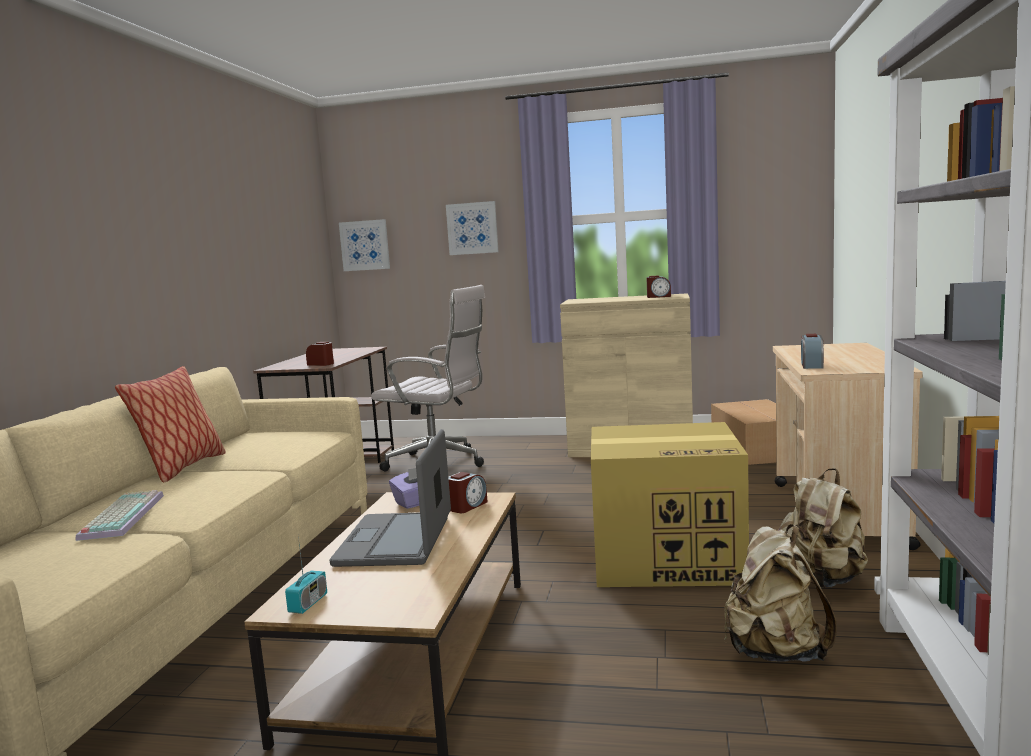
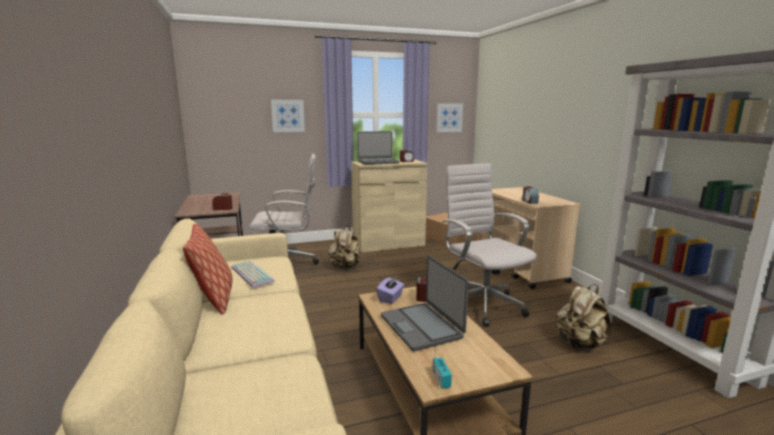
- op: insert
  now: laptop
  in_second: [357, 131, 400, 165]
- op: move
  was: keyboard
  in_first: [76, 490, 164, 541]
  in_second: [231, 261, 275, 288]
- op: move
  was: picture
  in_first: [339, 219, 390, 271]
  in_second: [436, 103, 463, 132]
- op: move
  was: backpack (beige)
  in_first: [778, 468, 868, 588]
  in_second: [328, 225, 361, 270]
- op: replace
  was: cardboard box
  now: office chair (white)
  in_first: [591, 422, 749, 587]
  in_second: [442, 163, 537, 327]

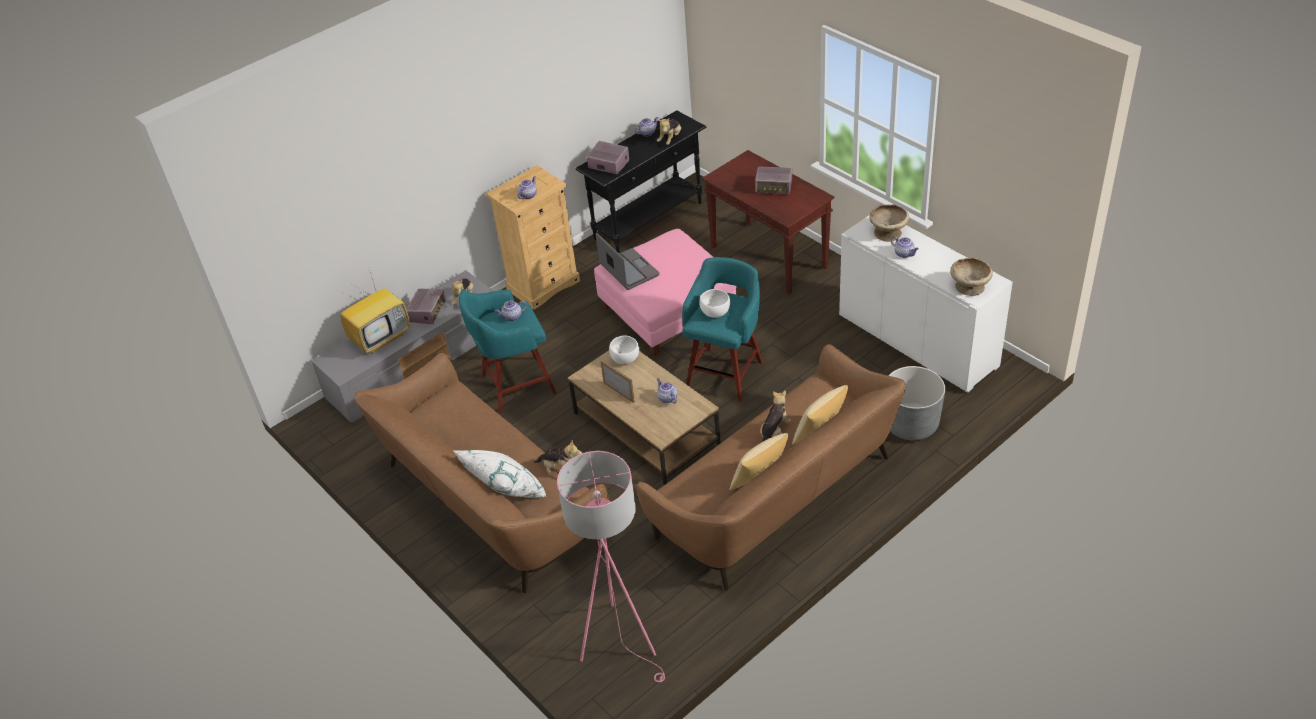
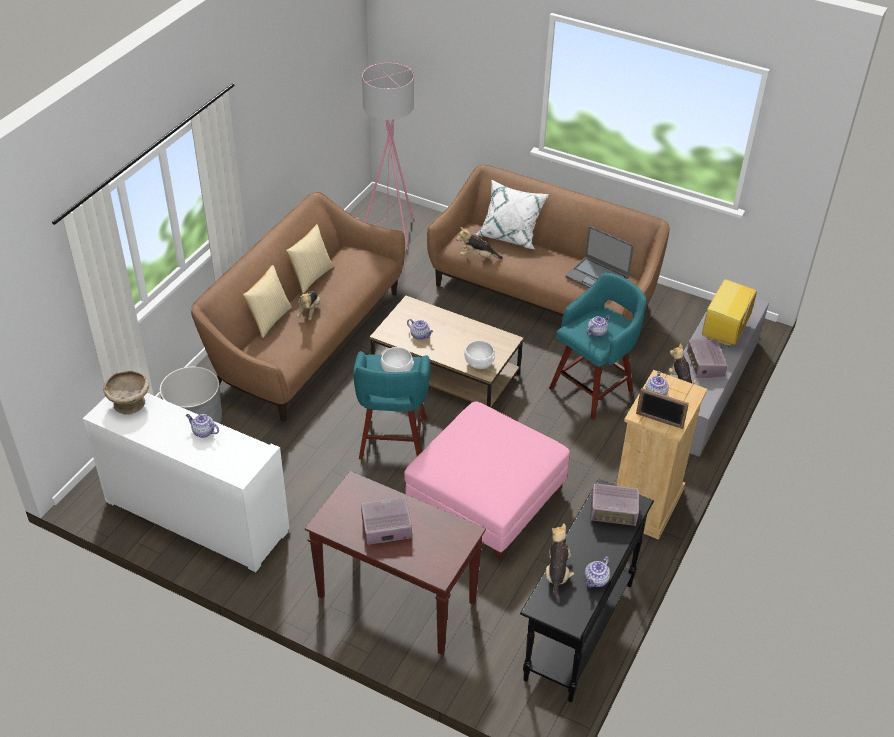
- op: delete
  was: bowl (beige)
  in_first: [869, 204, 909, 242]
- op: move
  was: laptop
  in_first: [595, 233, 660, 290]
  in_second: [565, 226, 634, 288]
- op: move
  was: picture frame
  in_first: [601, 361, 635, 403]
  in_second: [636, 388, 689, 429]

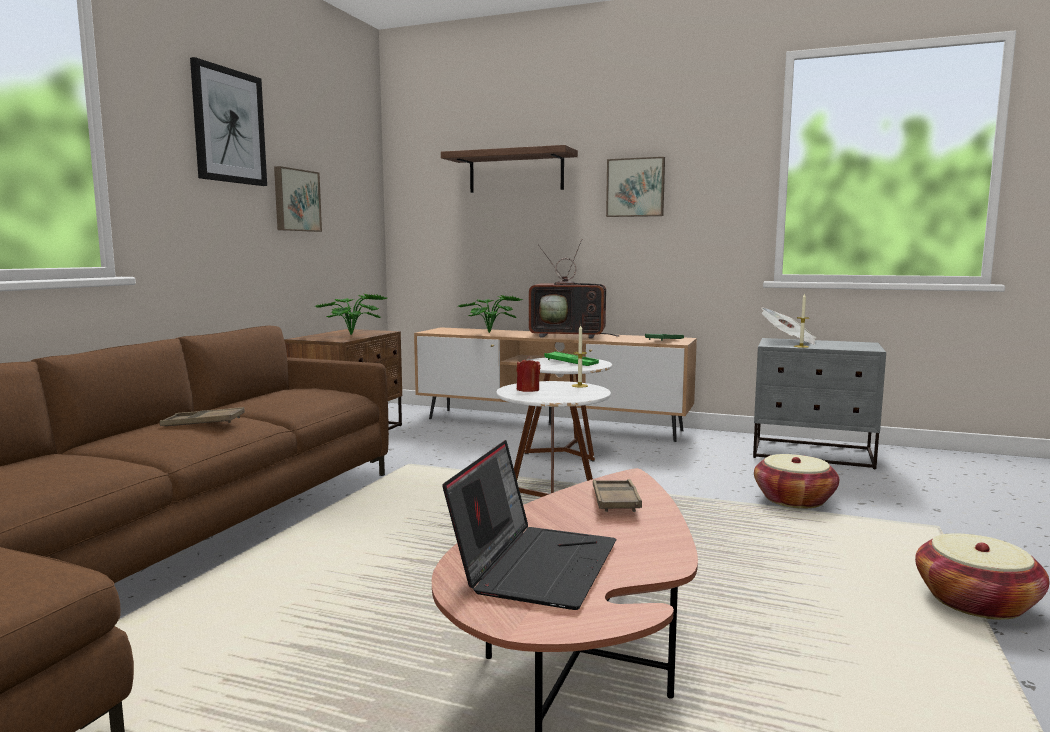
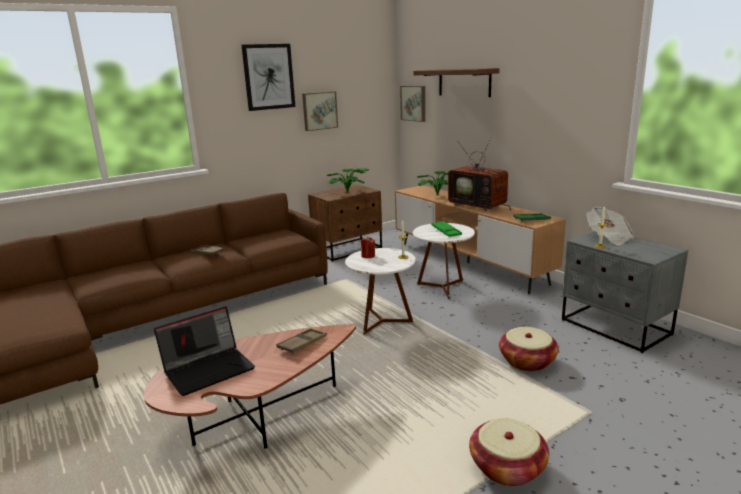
- op: move
  was: picture
  in_first: [606, 157, 665, 217]
  in_second: [400, 86, 425, 122]

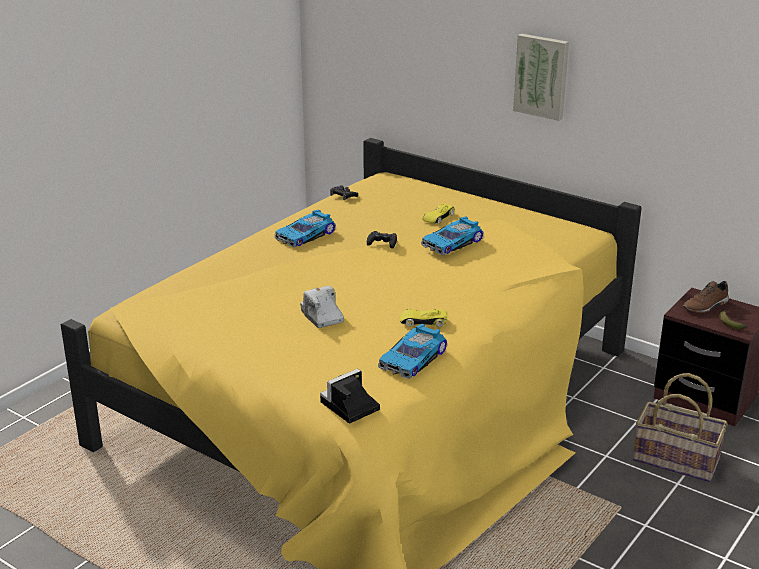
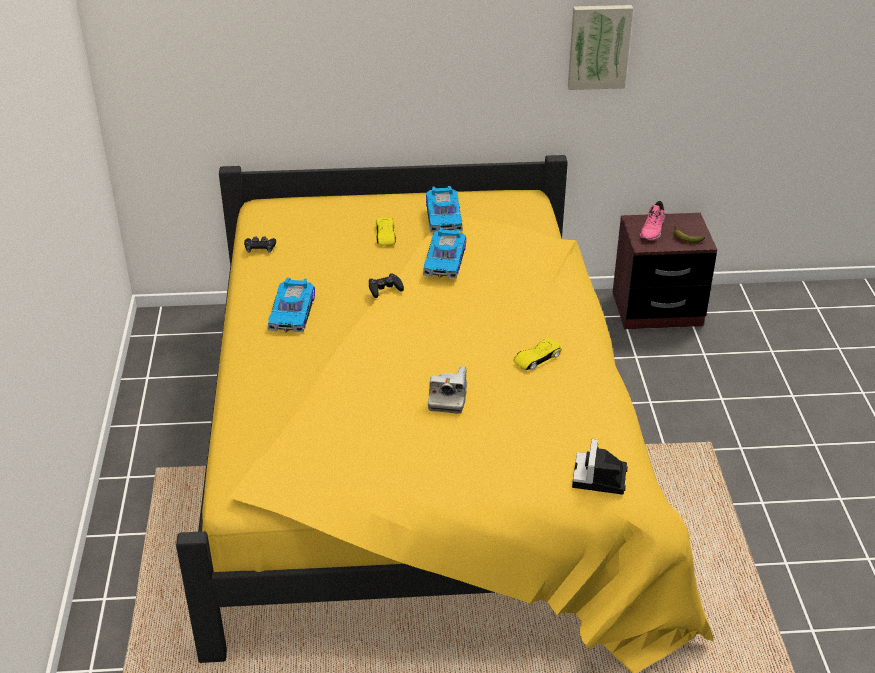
- op: delete
  was: basket
  in_first: [633, 373, 727, 482]
- op: move
  was: toy car
  in_first: [378, 324, 447, 379]
  in_second: [426, 186, 463, 232]
- op: move
  was: picture
  in_first: [513, 34, 569, 121]
  in_second: [568, 5, 633, 90]
- op: recolor
  was: shoe (brown)
  now: shoe (pink)
  in_first: [683, 281, 729, 313]
  in_second: [640, 201, 665, 241]
- op: rotate
  was: photo camera
  in_first: [300, 286, 344, 328]
  in_second: [428, 366, 467, 414]
  clockwise: -105

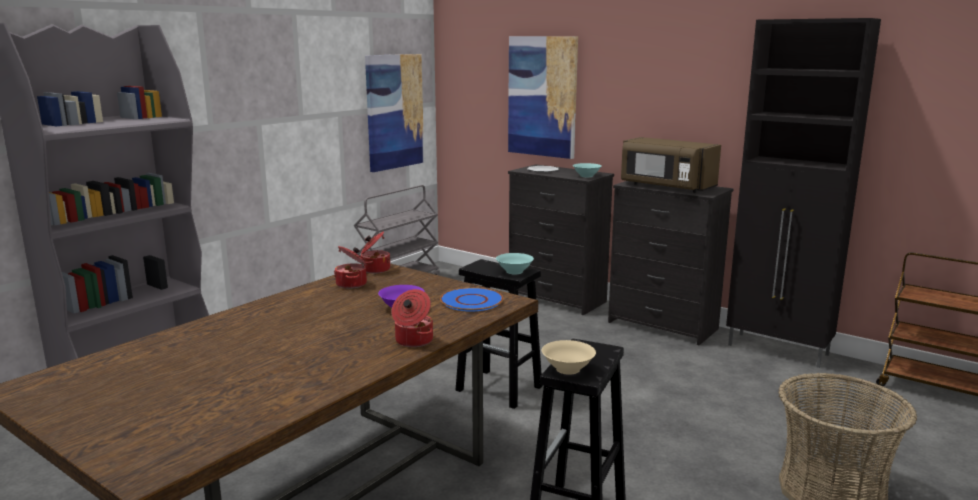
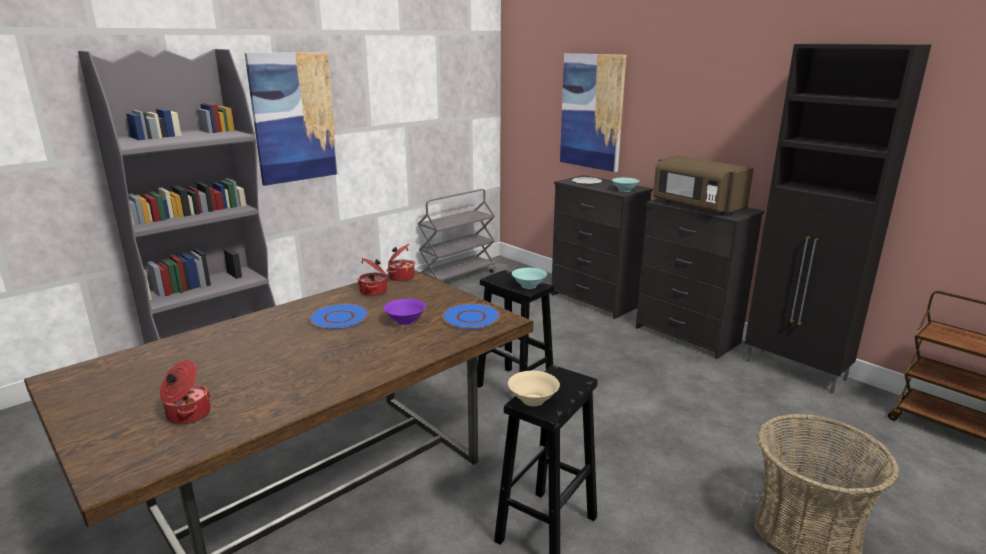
- op: insert
  now: plate (blue)
  in_second: [309, 304, 369, 330]
- op: move
  was: picture
  in_first: [365, 54, 424, 172]
  in_second: [245, 52, 339, 186]
- op: move
  was: cooking pot
  in_first: [391, 289, 433, 347]
  in_second: [160, 360, 211, 425]

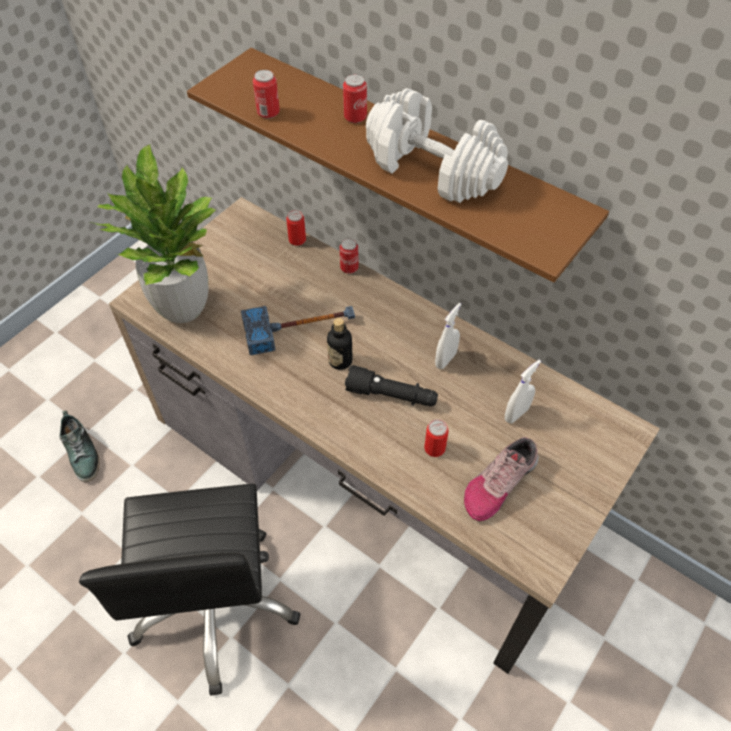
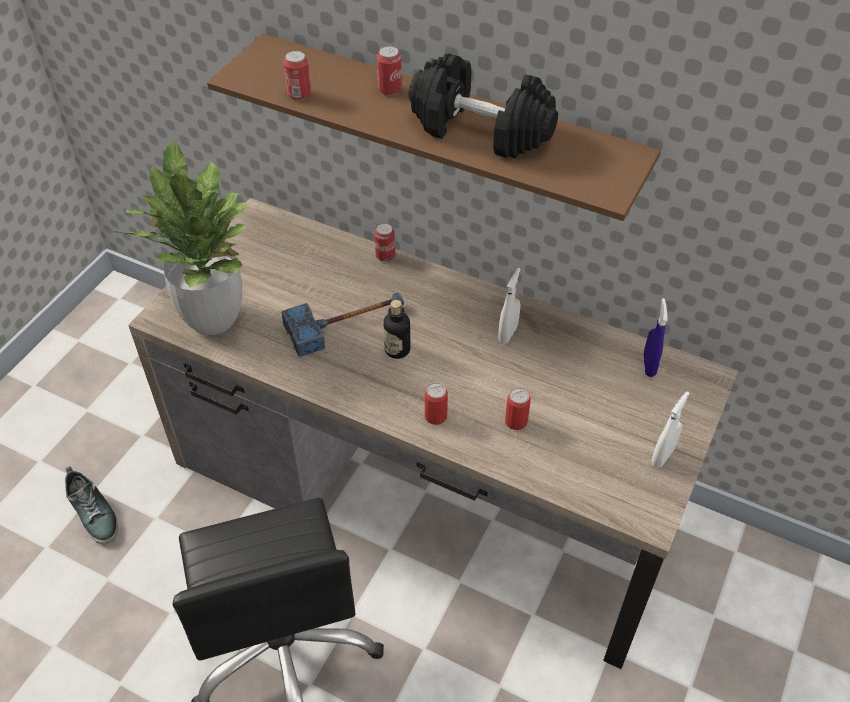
- op: delete
  was: flashlight (black)
  in_first: [345, 365, 438, 407]
- op: delete
  was: shoe
  in_first: [464, 437, 539, 521]
- op: insert
  now: spray bottle (blue)
  in_second: [644, 298, 668, 377]
- op: move
  was: can
  in_first: [287, 210, 306, 245]
  in_second: [425, 382, 448, 425]
- op: move
  was: spray bottle (white)
  in_first: [505, 360, 541, 424]
  in_second: [651, 391, 690, 468]
- op: recolor
  was: dumbbell (white)
  now: dumbbell (black)
  in_first: [366, 88, 508, 203]
  in_second: [409, 53, 558, 159]

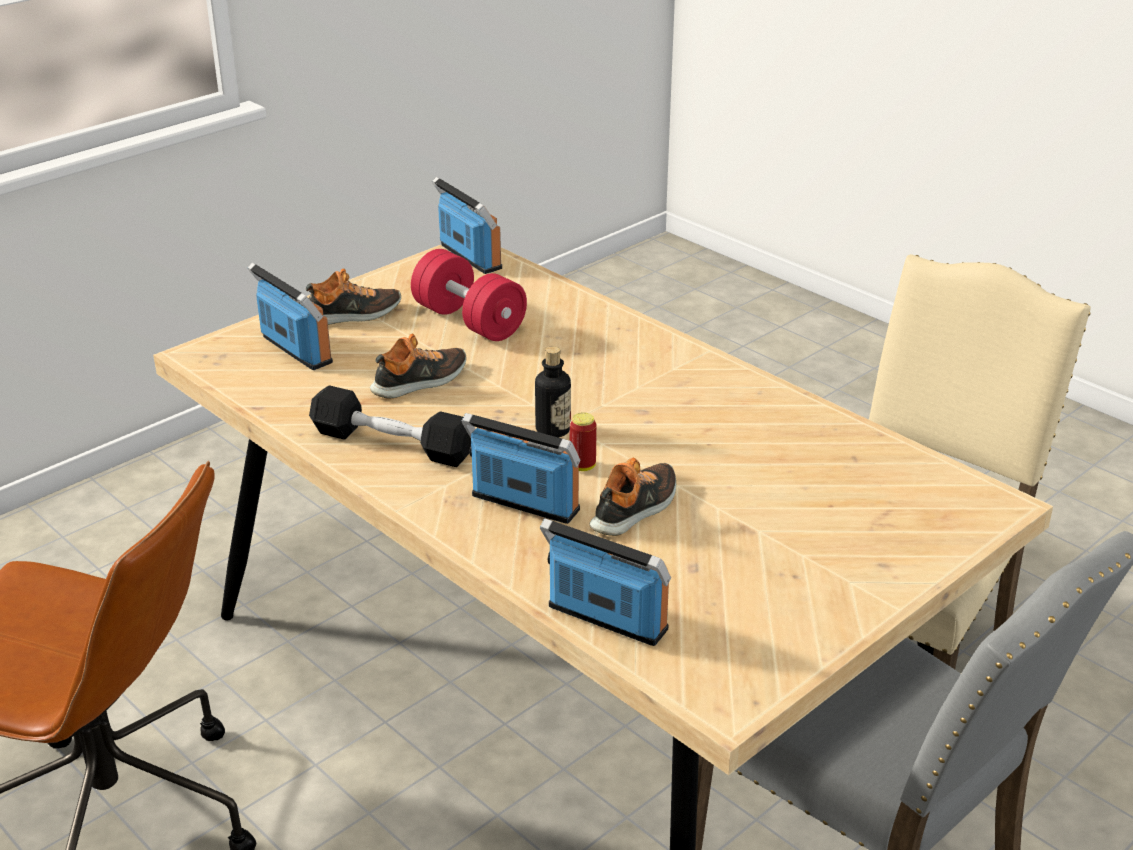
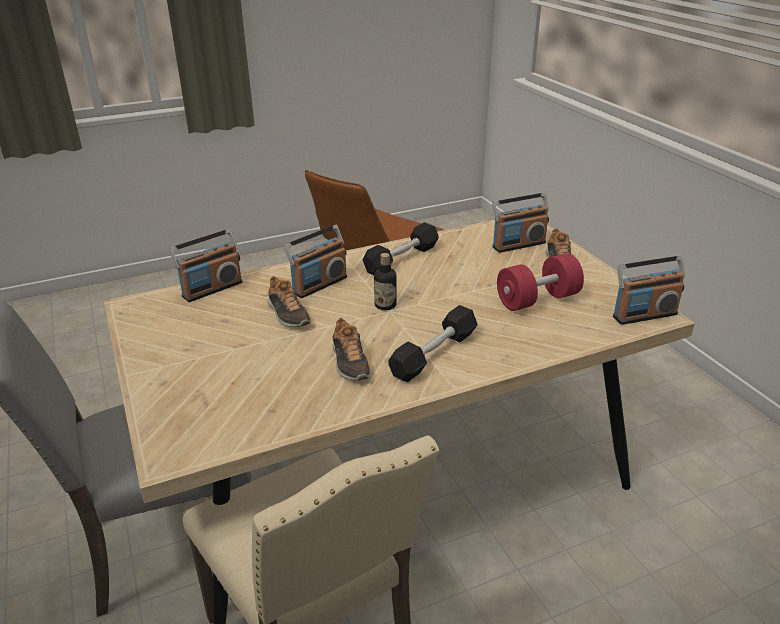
- op: delete
  was: can
  in_first: [570, 412, 597, 471]
- op: insert
  now: dumbbell (black)
  in_second: [388, 305, 478, 382]
- op: move
  was: shoe
  in_first: [370, 334, 467, 399]
  in_second: [333, 318, 371, 381]

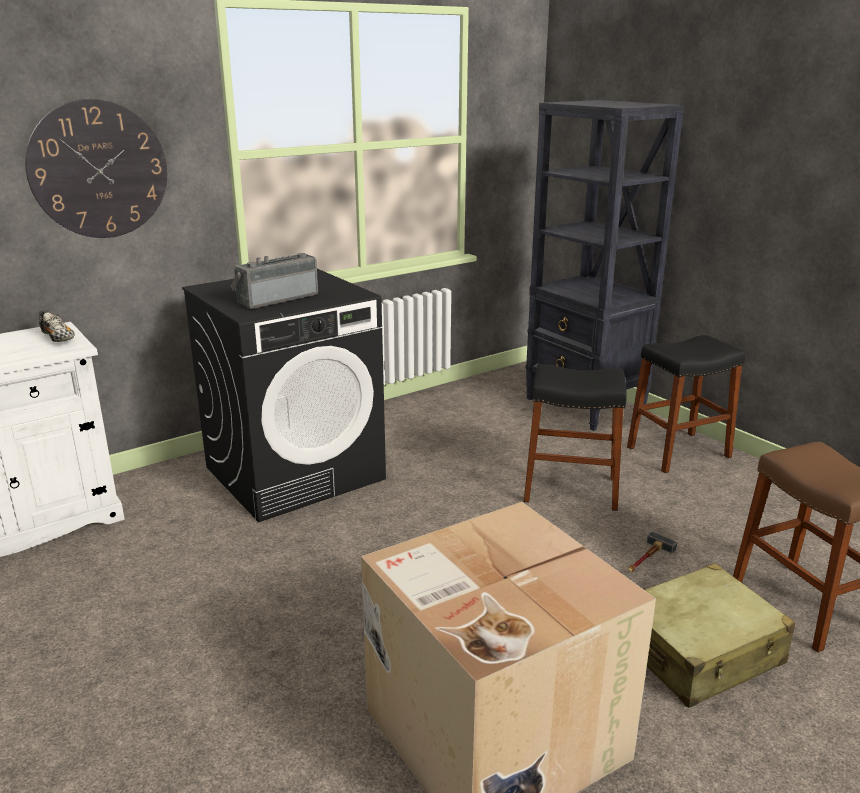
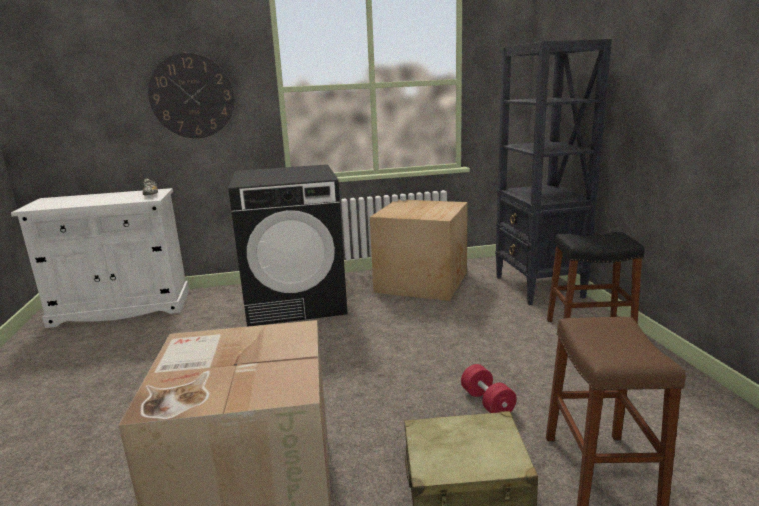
- op: delete
  was: radio
  in_first: [231, 253, 318, 309]
- op: delete
  was: stool (black)
  in_first: [524, 364, 627, 511]
- op: insert
  now: cardboard box
  in_second: [370, 199, 468, 301]
- op: replace
  was: hammer
  now: dumbbell (red)
  in_first: [628, 532, 677, 572]
  in_second: [461, 364, 517, 413]

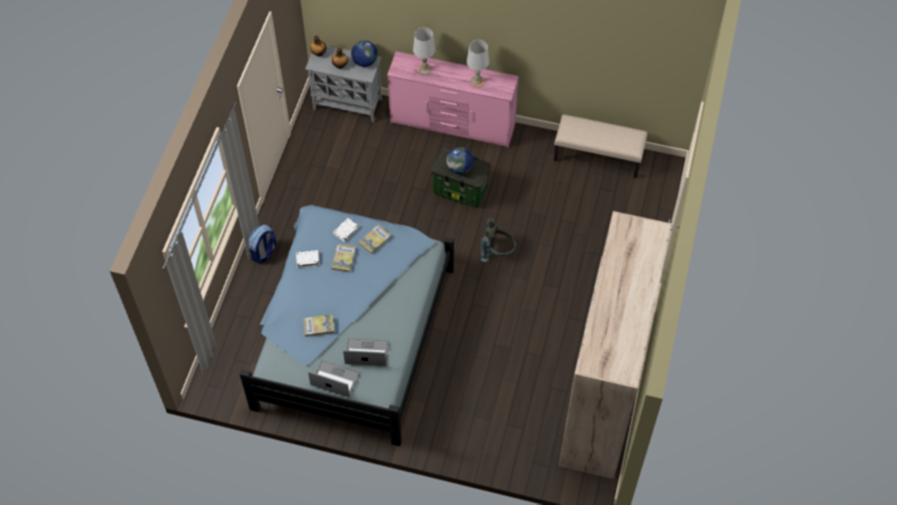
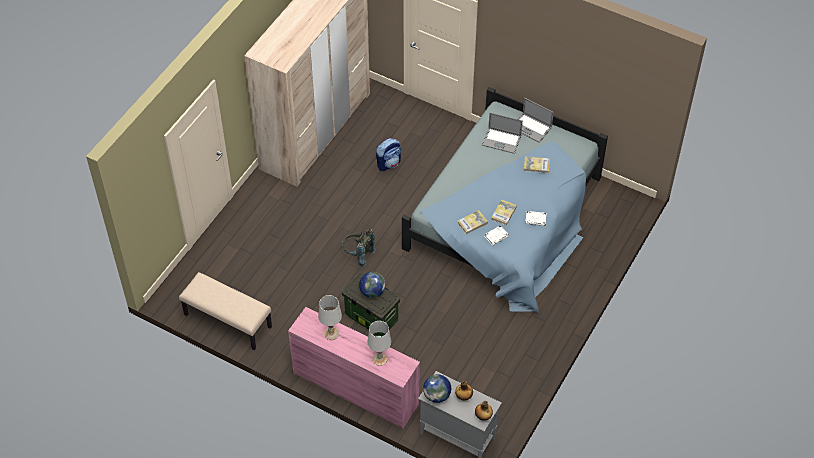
- op: move
  was: backpack
  in_first: [248, 225, 277, 263]
  in_second: [376, 138, 401, 171]

